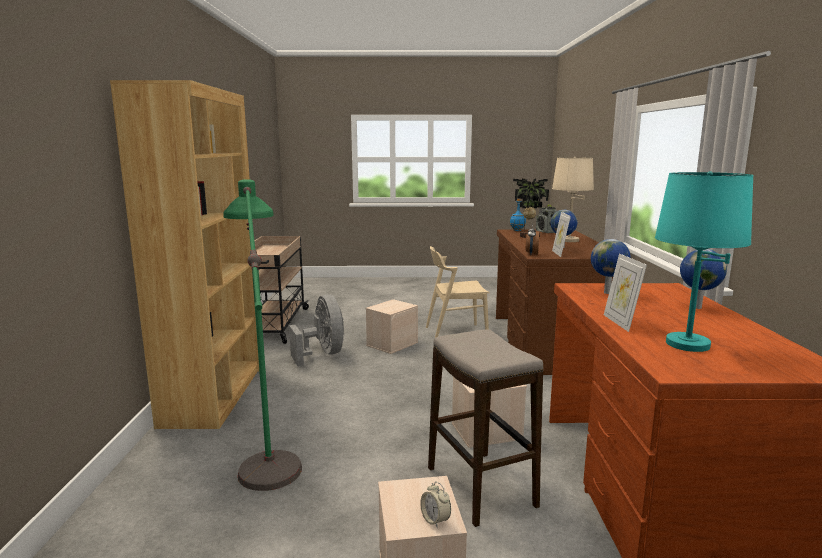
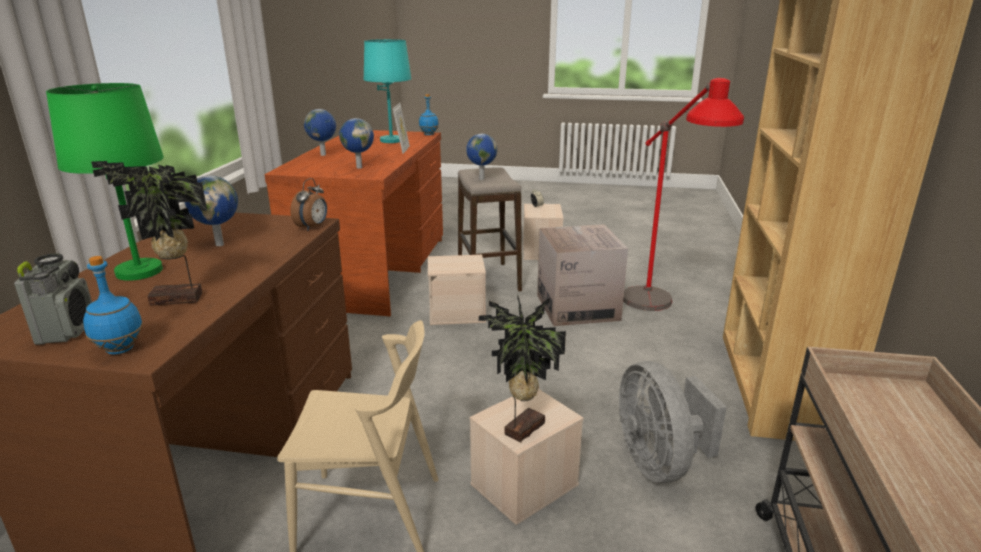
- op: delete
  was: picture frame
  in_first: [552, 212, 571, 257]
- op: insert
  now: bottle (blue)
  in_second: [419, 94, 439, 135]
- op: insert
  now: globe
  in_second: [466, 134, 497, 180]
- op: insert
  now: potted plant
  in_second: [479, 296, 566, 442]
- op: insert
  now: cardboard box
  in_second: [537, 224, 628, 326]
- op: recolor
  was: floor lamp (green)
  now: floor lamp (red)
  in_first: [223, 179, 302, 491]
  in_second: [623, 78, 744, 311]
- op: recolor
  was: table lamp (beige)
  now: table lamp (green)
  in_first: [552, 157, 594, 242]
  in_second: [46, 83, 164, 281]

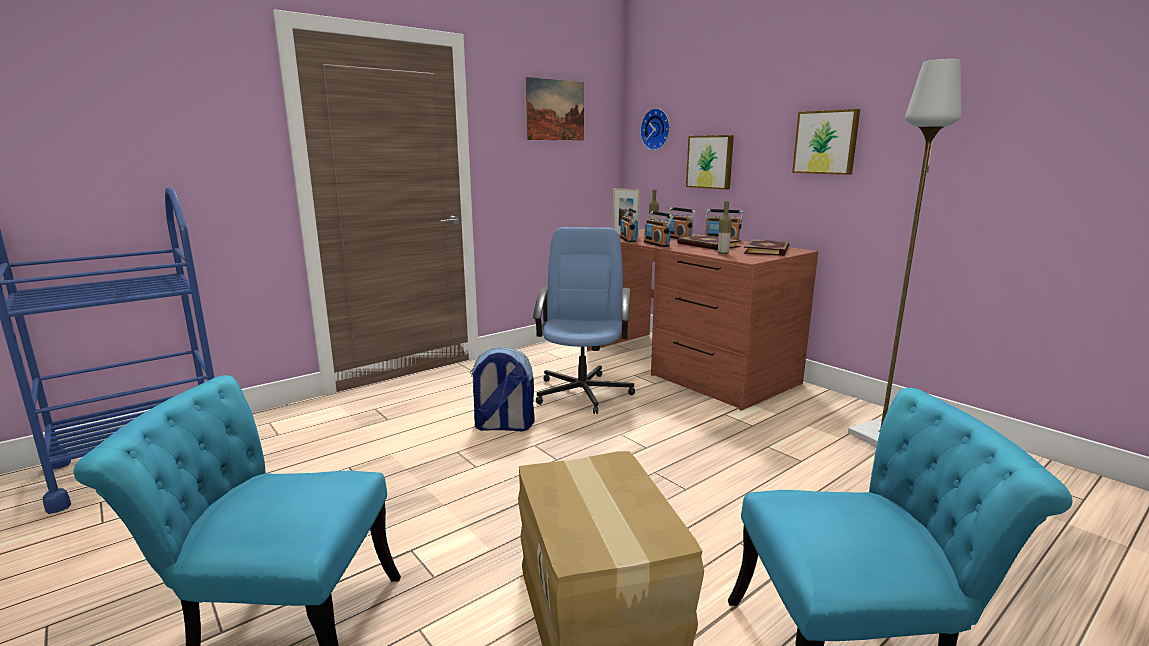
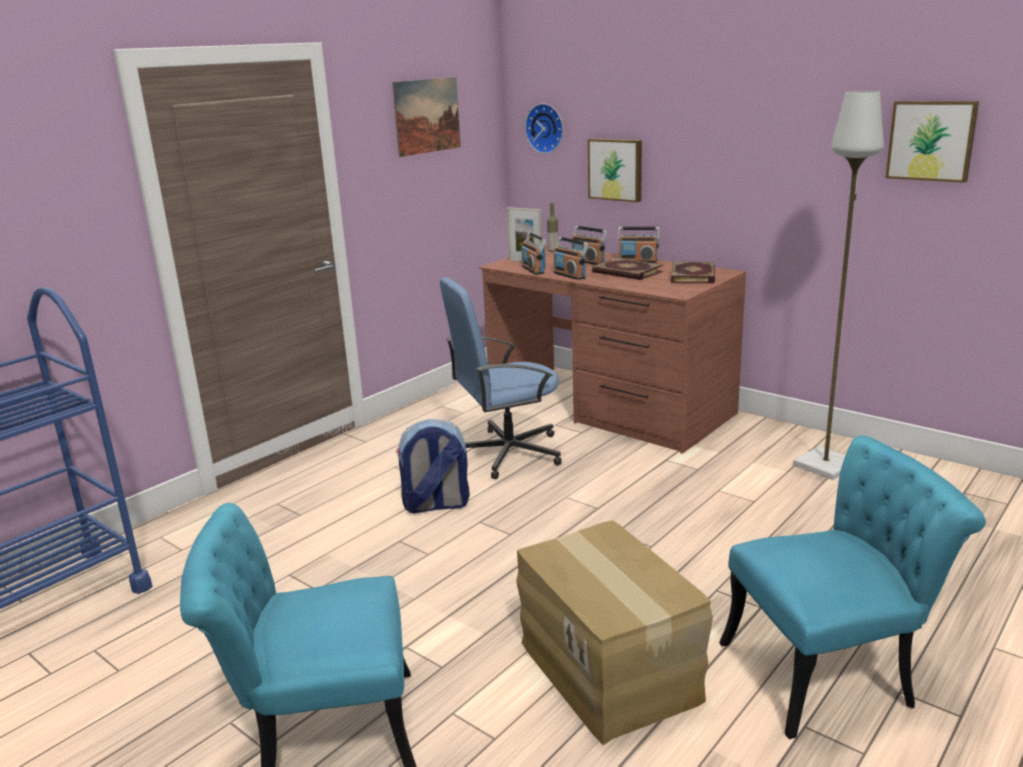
- op: delete
  was: bottle
  in_first: [718, 201, 732, 254]
- op: move
  was: picture
  in_first: [792, 109, 860, 175]
  in_second: [885, 101, 979, 183]
- op: rotate
  was: office chair (blue)
  in_first: [533, 227, 635, 414]
  in_second: [440, 277, 562, 479]
  clockwise: -105

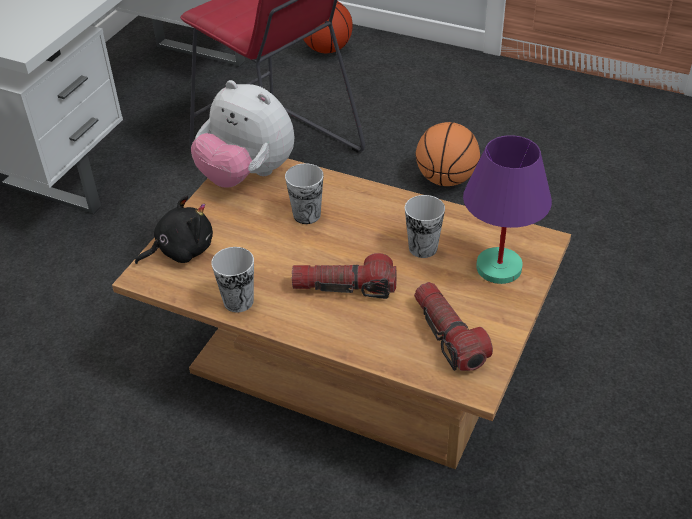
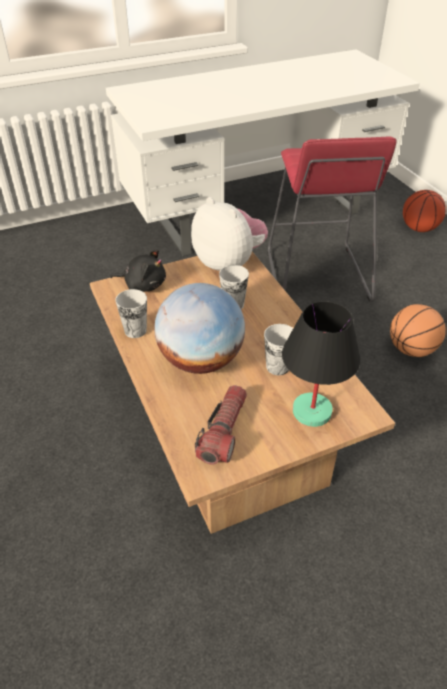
- op: replace
  was: flashlight
  now: globe
  in_first: [292, 253, 397, 299]
  in_second: [154, 283, 245, 374]
- op: recolor
  was: table lamp (purple)
  now: table lamp (black)
  in_first: [463, 135, 552, 284]
  in_second: [282, 301, 360, 427]
- op: rotate
  was: plush toy
  in_first: [191, 80, 294, 187]
  in_second: [191, 197, 268, 271]
  clockwise: 150

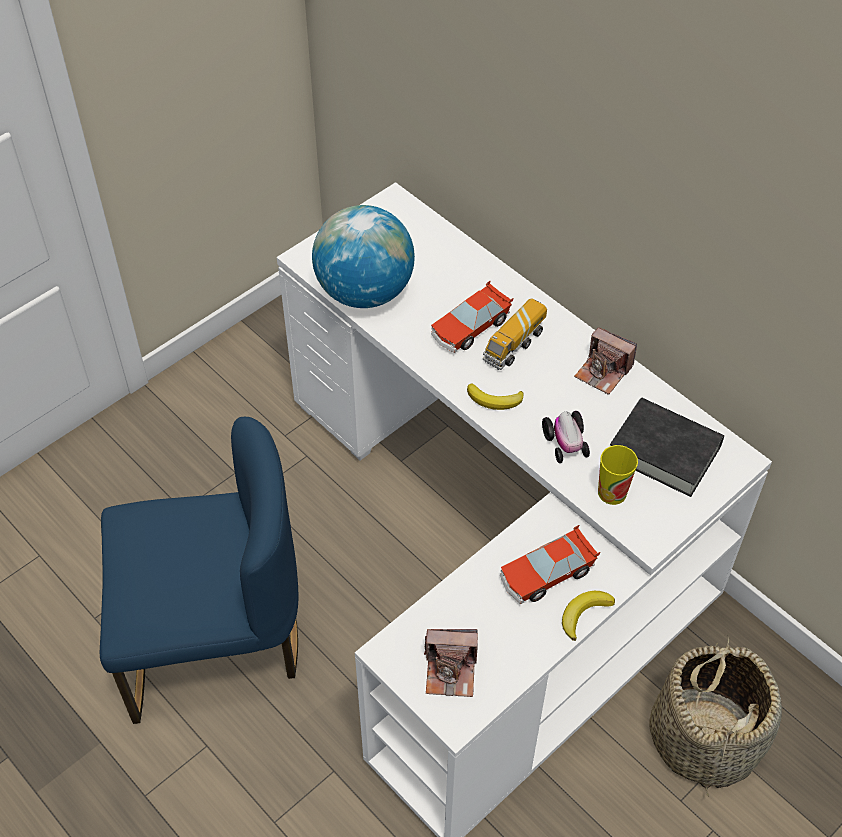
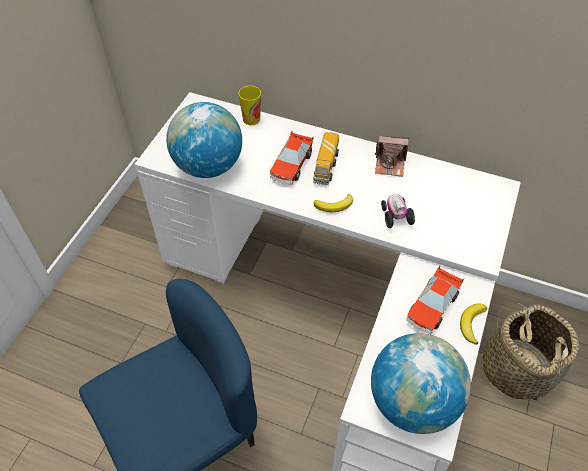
- op: delete
  was: book (black)
  in_first: [610, 398, 724, 497]
- op: move
  was: cup
  in_first: [598, 445, 638, 505]
  in_second: [238, 86, 261, 125]
- op: replace
  was: photo camera
  now: globe
  in_first: [424, 629, 478, 697]
  in_second: [371, 333, 471, 434]
- op: rotate
  was: toy car
  in_first: [542, 411, 590, 463]
  in_second: [381, 194, 415, 228]
  clockwise: -150

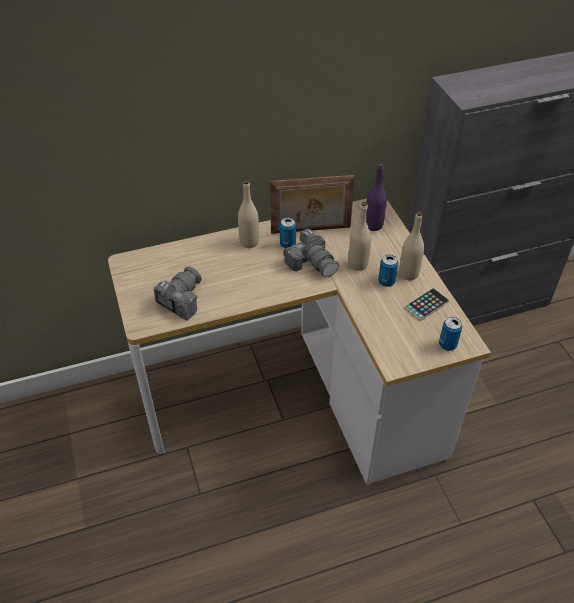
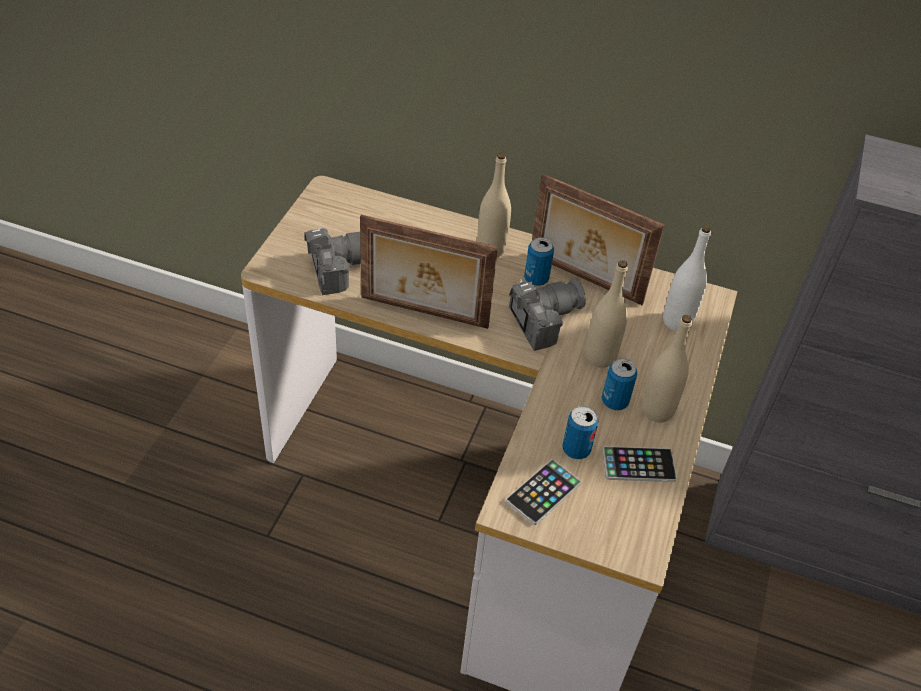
- op: insert
  now: picture frame
  in_second: [360, 215, 498, 329]
- op: insert
  now: phone
  in_second: [506, 459, 581, 525]
- op: move
  was: can
  in_first: [439, 317, 462, 351]
  in_second: [562, 406, 598, 459]
- op: recolor
  was: bottle (purple)
  now: bottle (white)
  in_first: [366, 163, 387, 231]
  in_second: [663, 225, 711, 331]
- op: rotate
  was: photo camera
  in_first: [283, 228, 339, 277]
  in_second: [509, 279, 586, 351]
  clockwise: -120

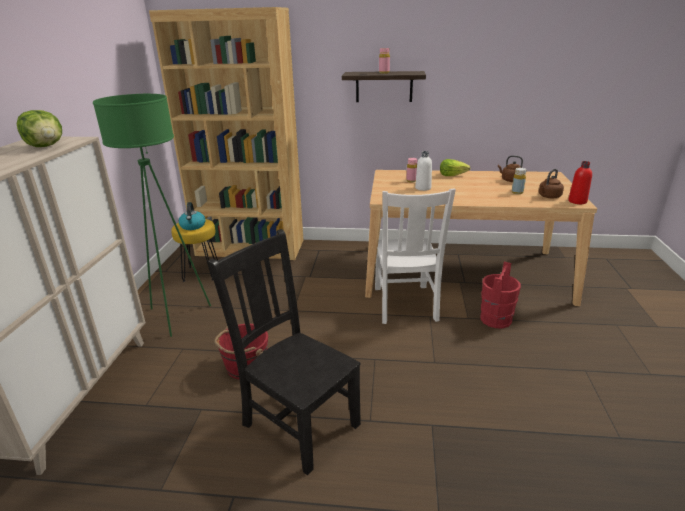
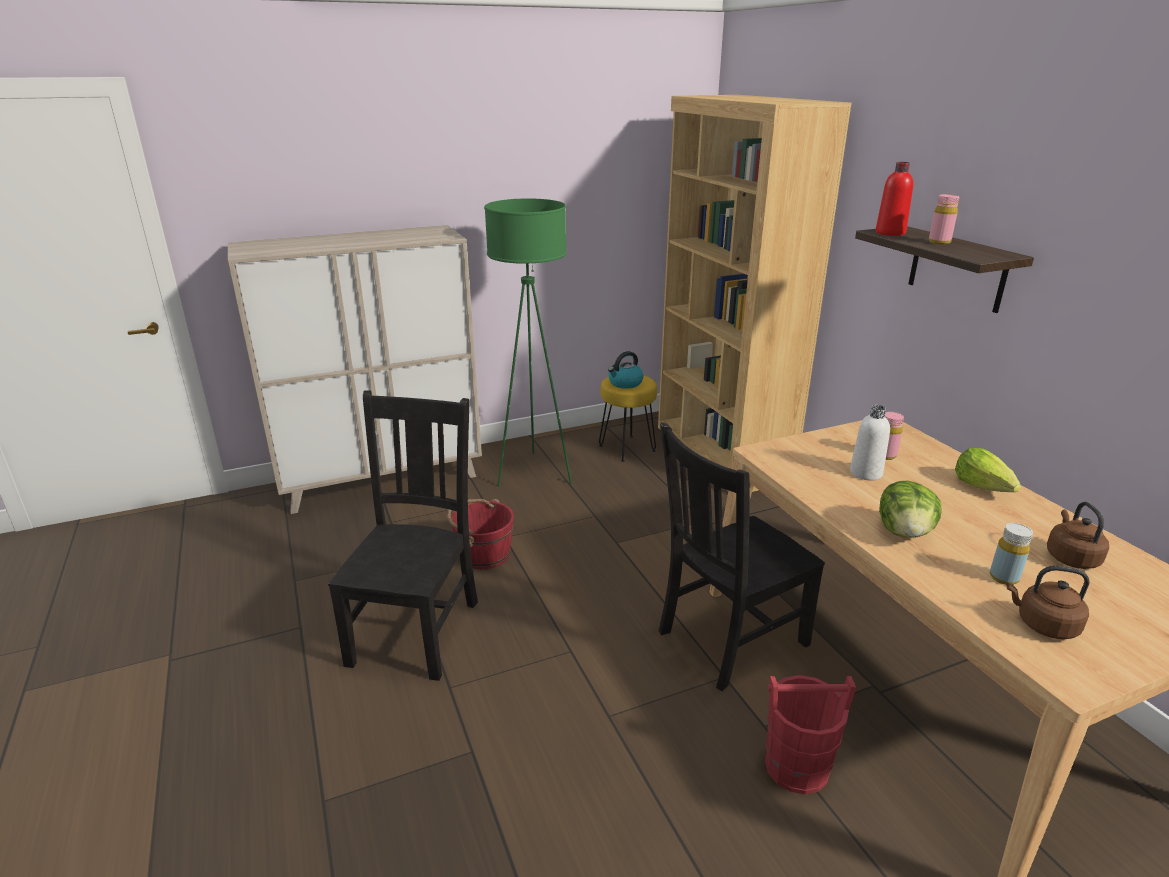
- op: move
  was: lettuce
  in_first: [17, 110, 62, 147]
  in_second: [879, 481, 942, 538]
- op: move
  was: bottle (red)
  in_first: [568, 161, 592, 204]
  in_second: [876, 162, 913, 236]
- op: recolor
  was: chair (white)
  now: chair (black)
  in_first: [375, 189, 456, 324]
  in_second: [659, 423, 825, 691]

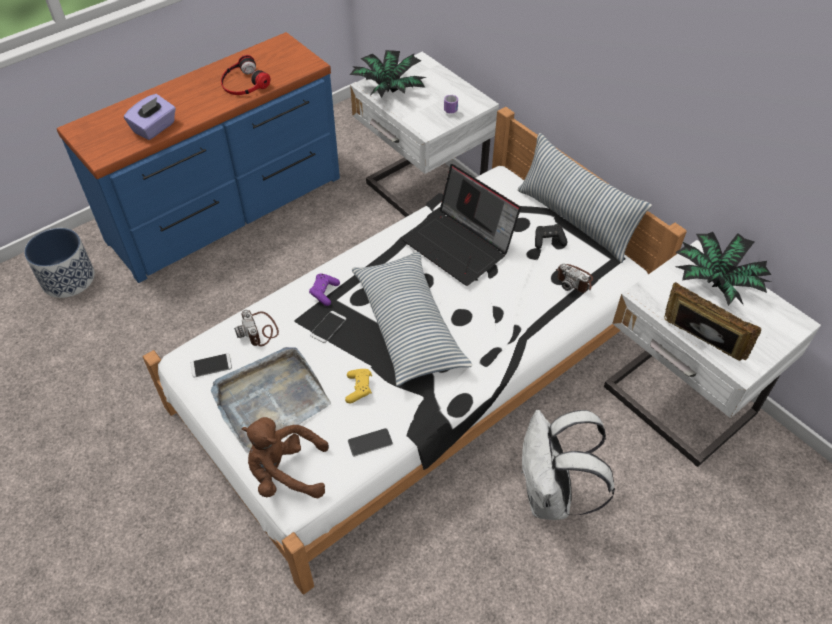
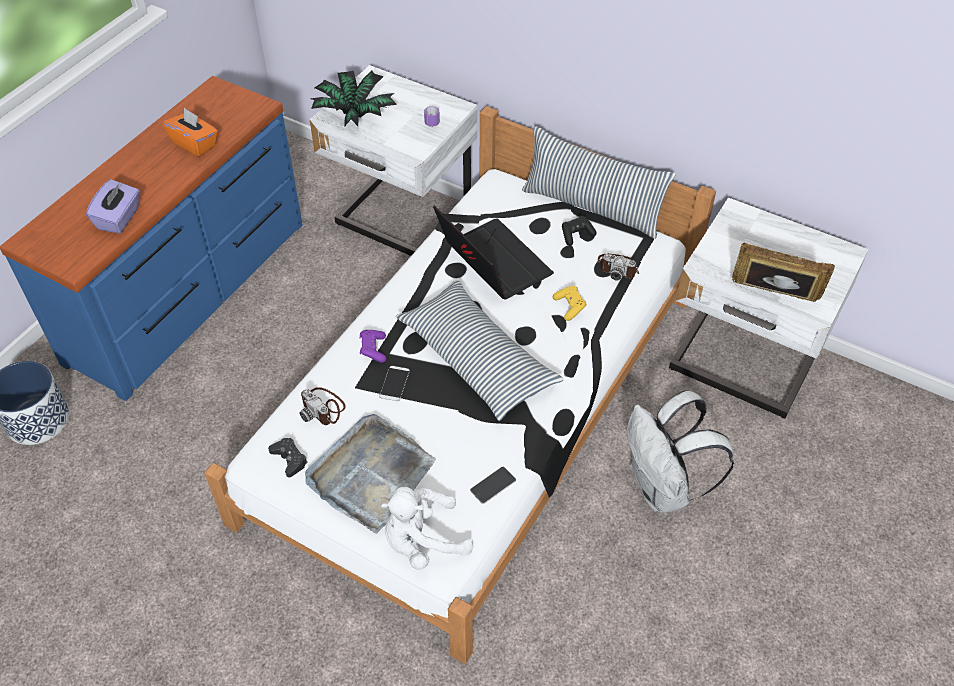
- op: delete
  was: potted plant
  in_first: [675, 232, 771, 306]
- op: move
  was: game controller (yellow)
  in_first: [345, 369, 372, 403]
  in_second: [553, 286, 587, 321]
- op: replace
  was: phone
  now: game controller (black)
  in_first: [190, 353, 232, 377]
  in_second: [268, 438, 308, 477]
- op: replace
  was: headphones
  now: tissue box (orange)
  in_first: [221, 55, 271, 95]
  in_second: [162, 108, 218, 157]
- op: recolor
  was: plush toy (brown)
  now: plush toy (white)
  in_first: [242, 417, 329, 498]
  in_second: [381, 487, 473, 570]
- op: rotate
  was: laptop
  in_first: [402, 164, 521, 286]
  in_second: [433, 205, 554, 299]
  clockwise: -150

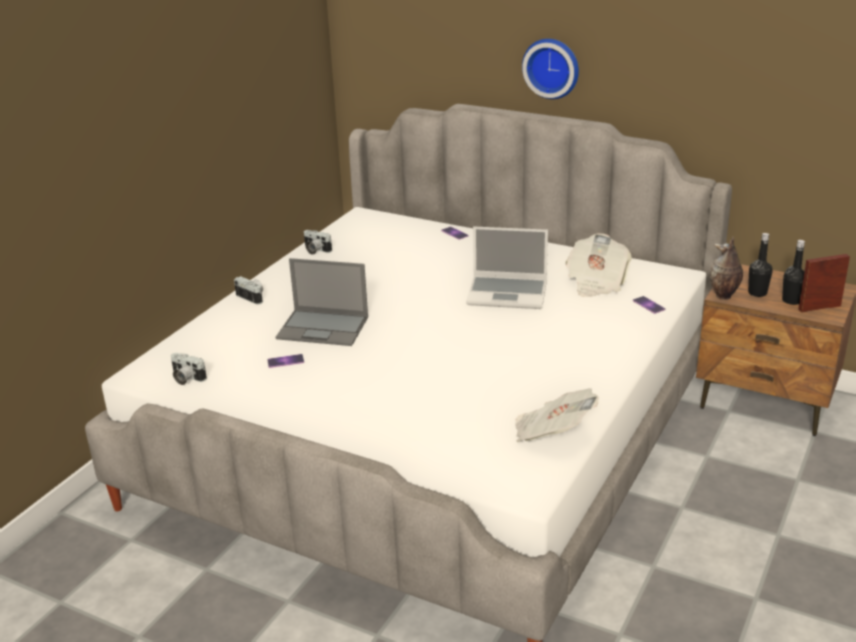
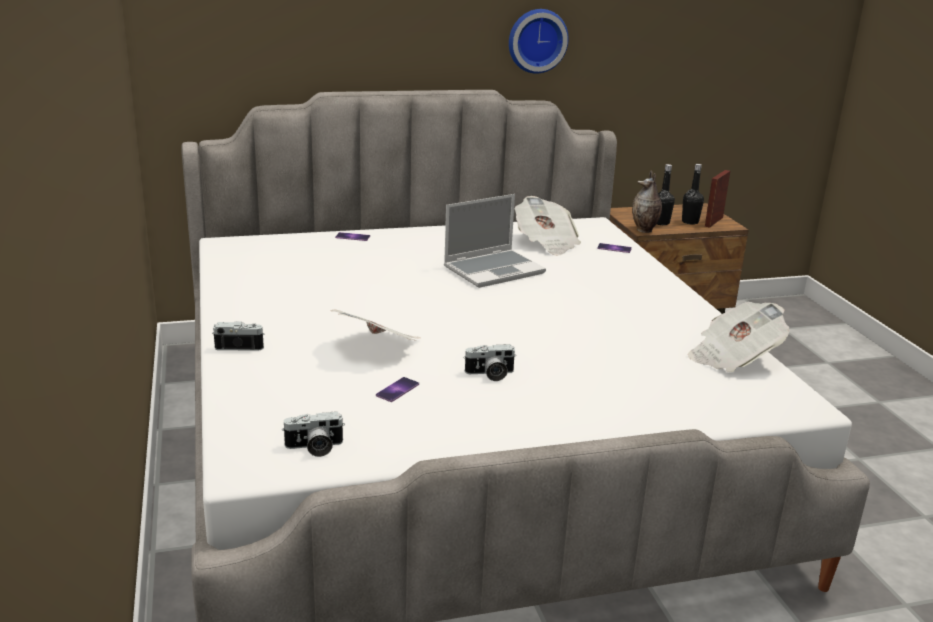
- op: move
  was: photo camera
  in_first: [304, 230, 332, 255]
  in_second: [463, 344, 515, 381]
- op: move
  was: wall clock
  in_first: [522, 39, 579, 99]
  in_second: [509, 9, 569, 74]
- op: replace
  was: laptop
  now: newspaper
  in_first: [276, 258, 368, 346]
  in_second: [330, 310, 421, 341]

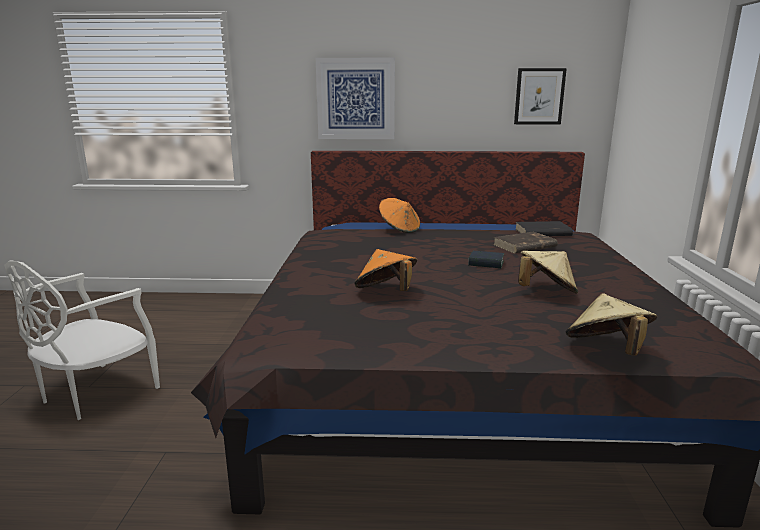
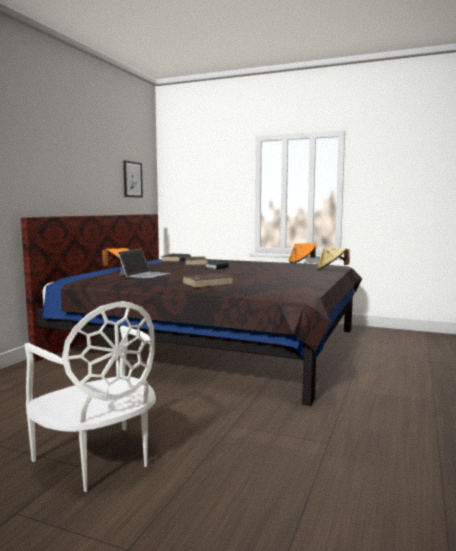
- op: delete
  was: picture
  in_first: [316, 58, 395, 139]
- op: delete
  was: hat (beige)
  in_first: [518, 251, 578, 294]
- op: insert
  now: laptop
  in_second: [117, 249, 171, 278]
- op: insert
  now: book (brown)
  in_second: [182, 274, 233, 287]
- op: move
  was: hat (orange)
  in_first: [354, 249, 417, 291]
  in_second: [289, 243, 316, 263]

